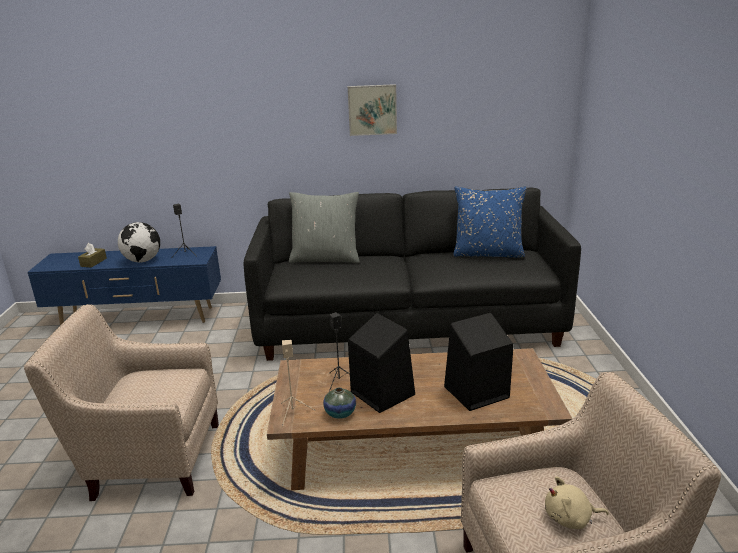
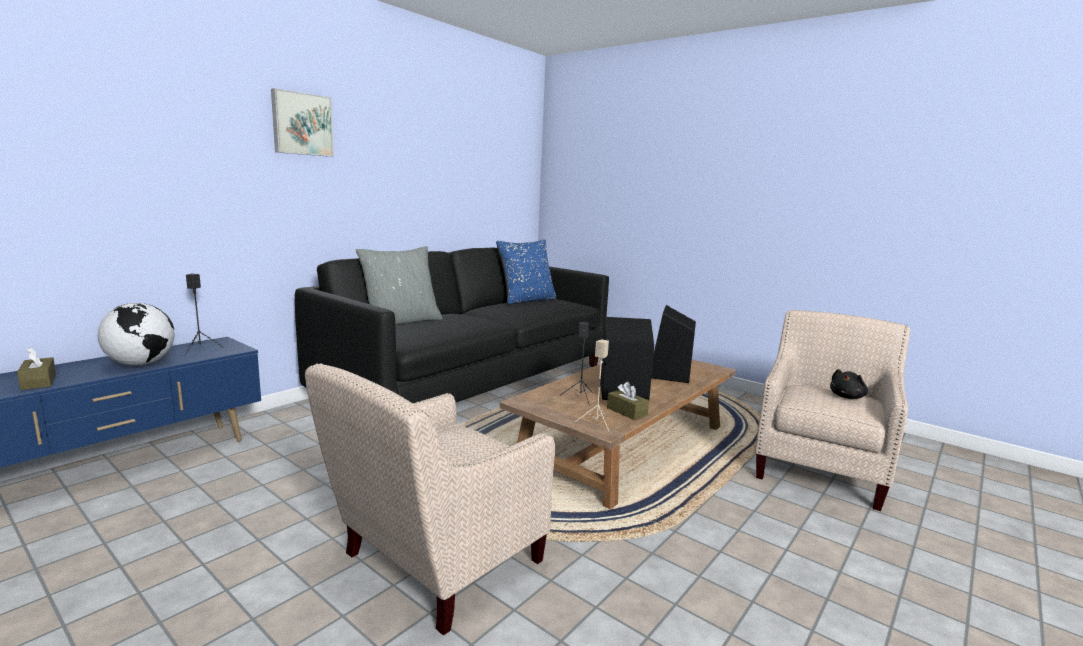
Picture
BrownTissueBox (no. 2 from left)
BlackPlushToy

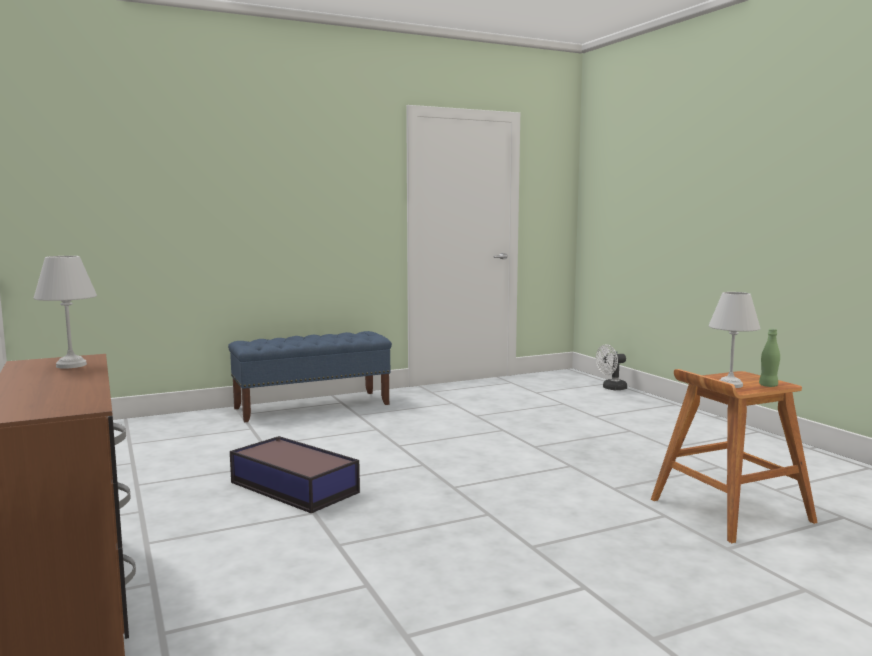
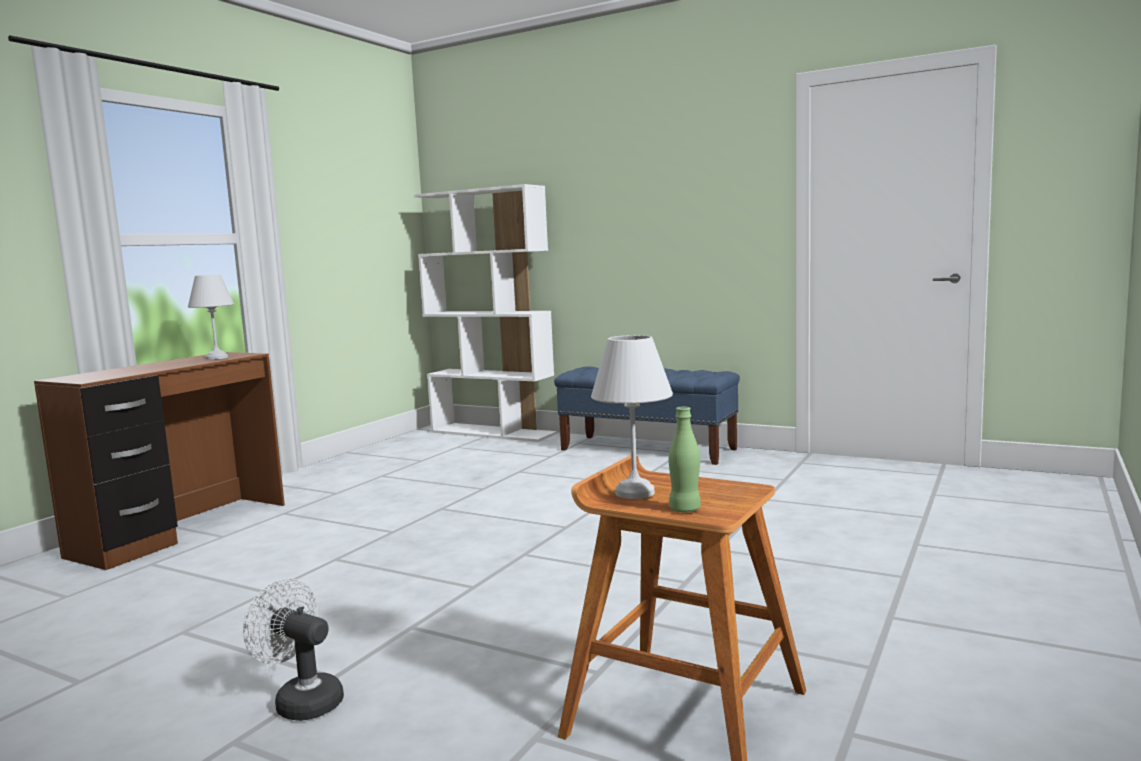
WhiteFan
WhiteBookcase
StorageBox

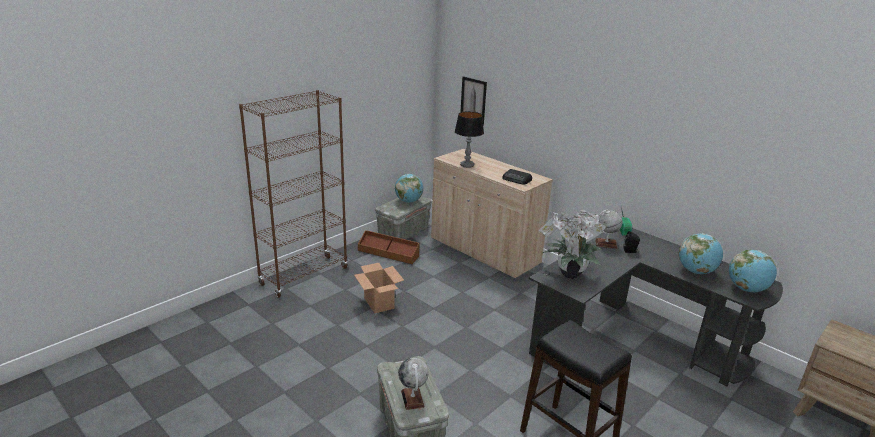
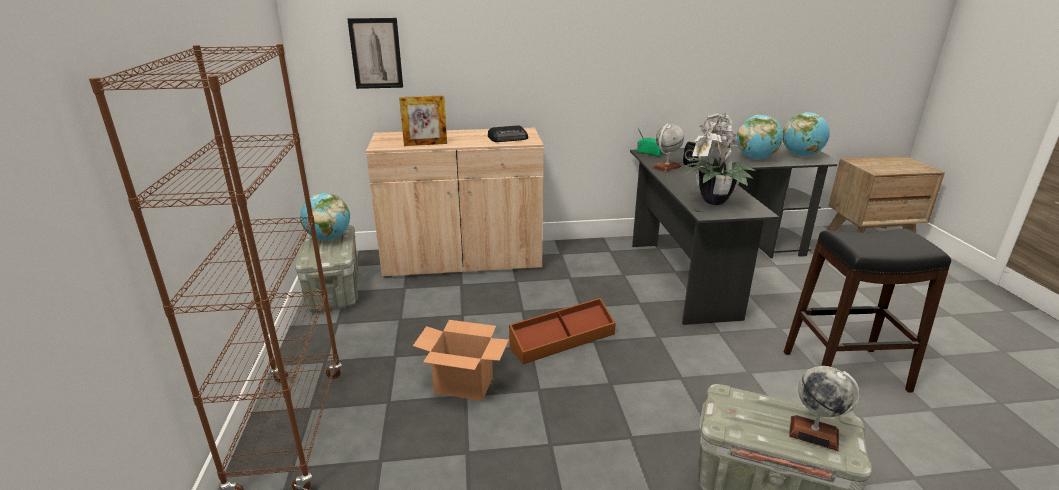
PictureFrame
BrownStorageBox

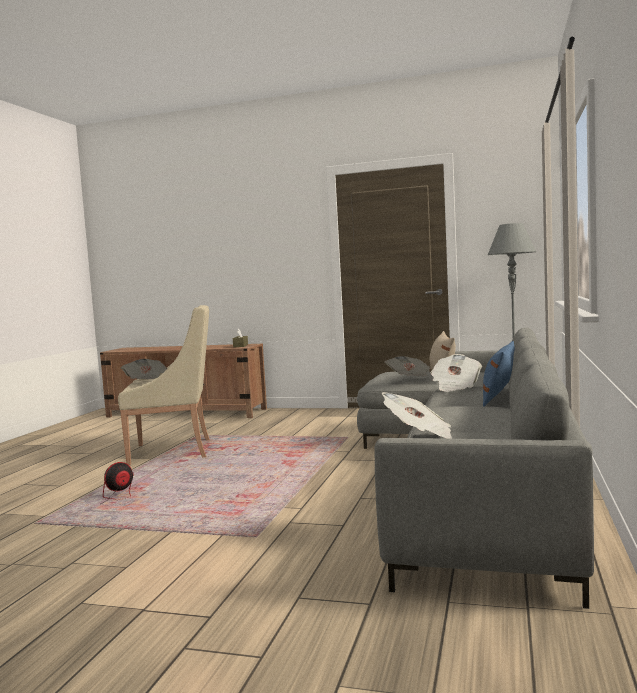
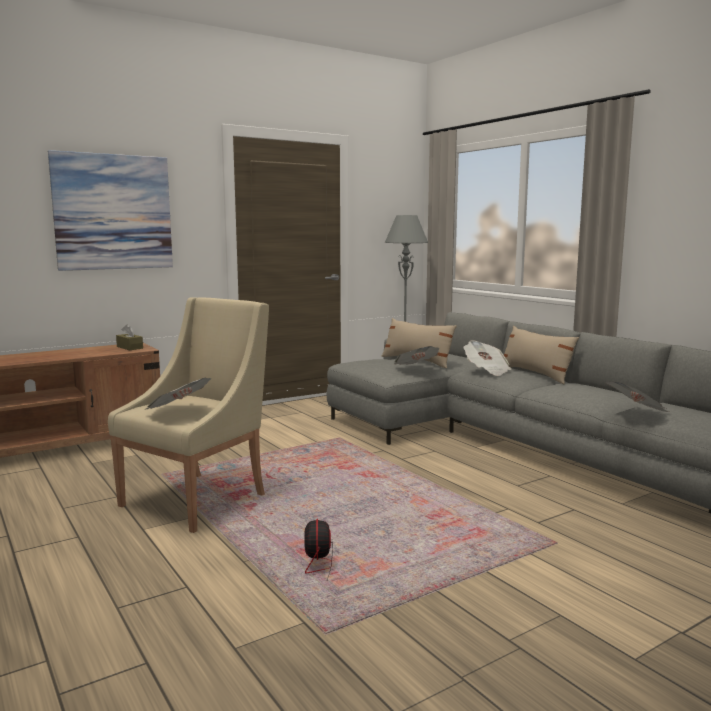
Picture
BeigePillow (no. 2 from left)

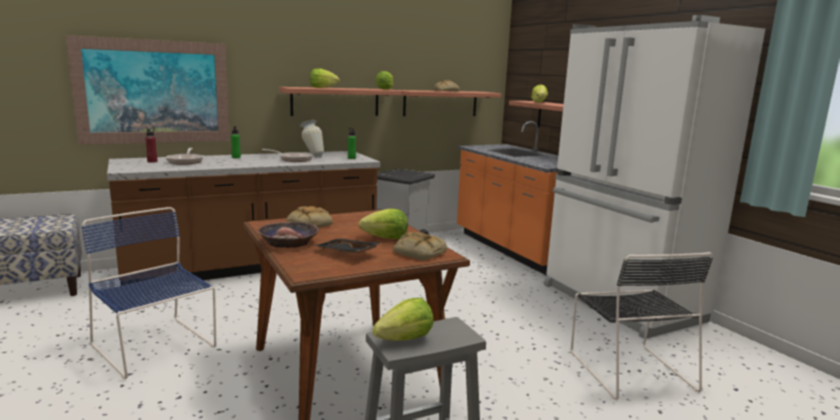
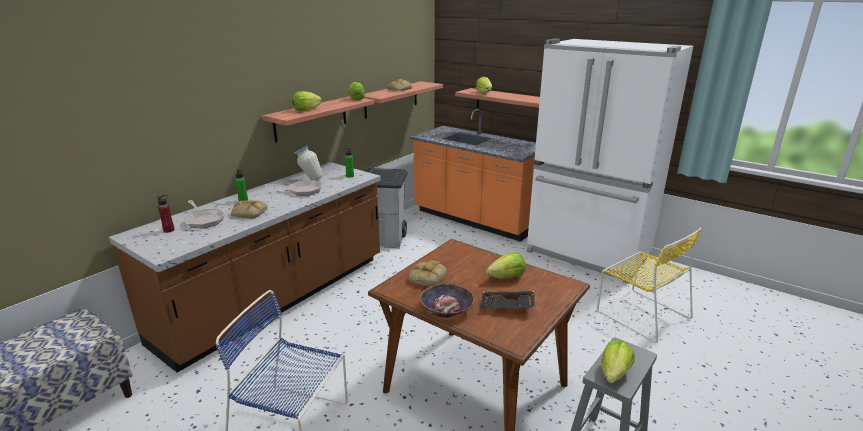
Bread (no. 1 from left)
YellowChair
Picture

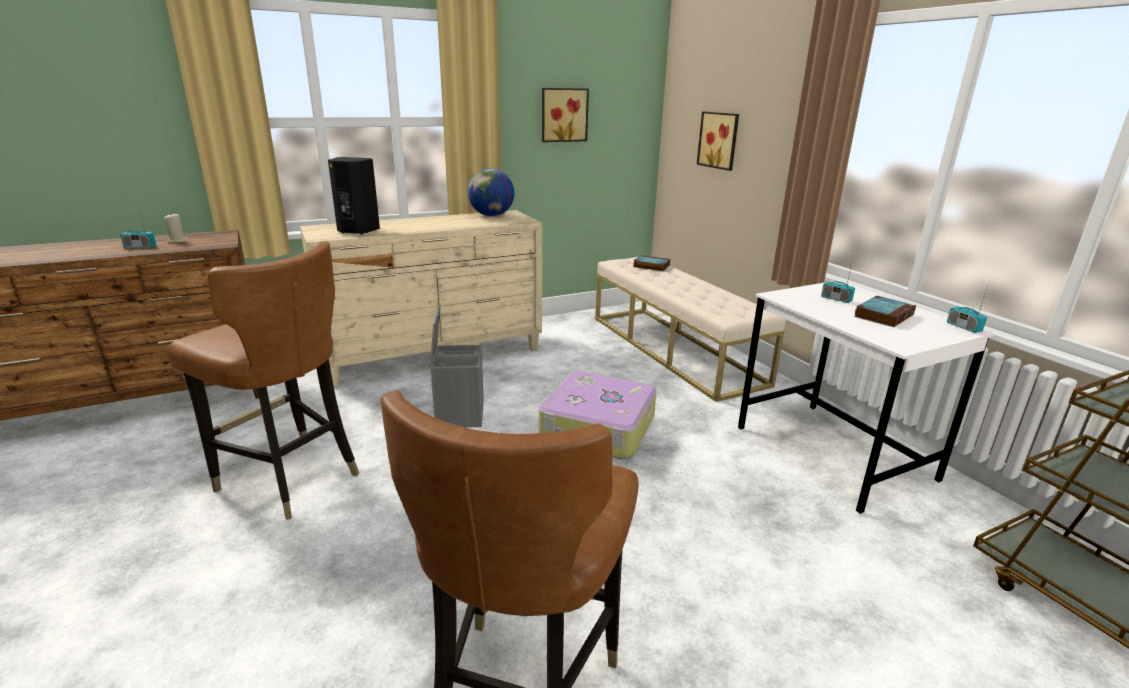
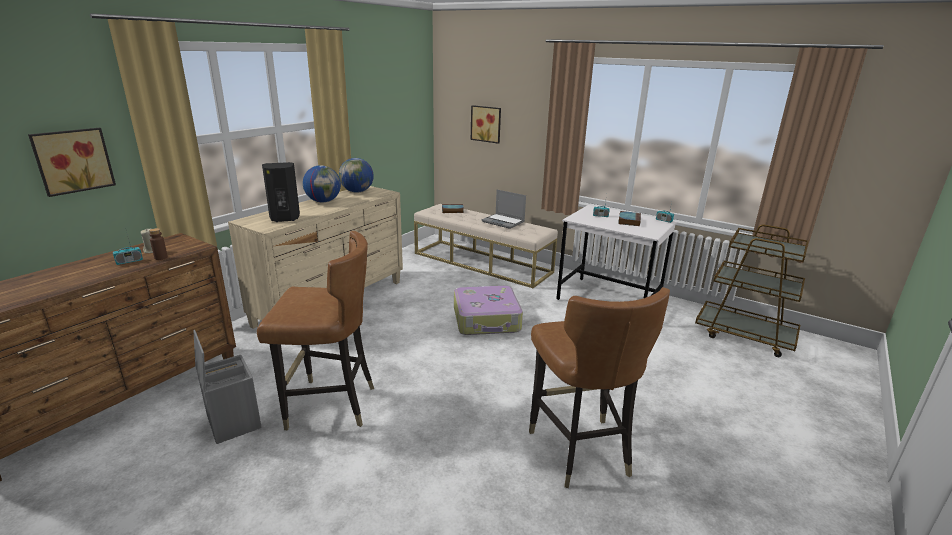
Picture (no. 1 from left)
BrownBottle
GreyStorageBox
Globe (no. 1 from left)
Laptop

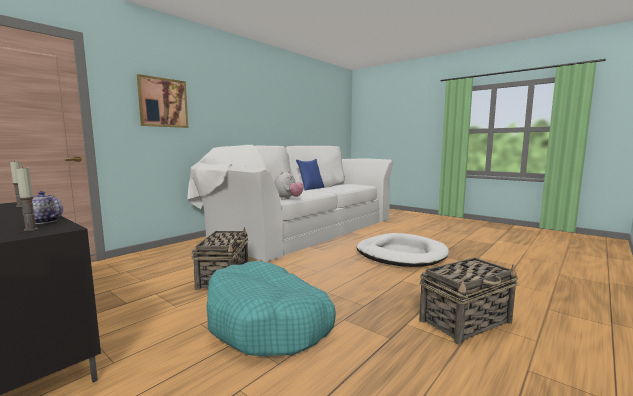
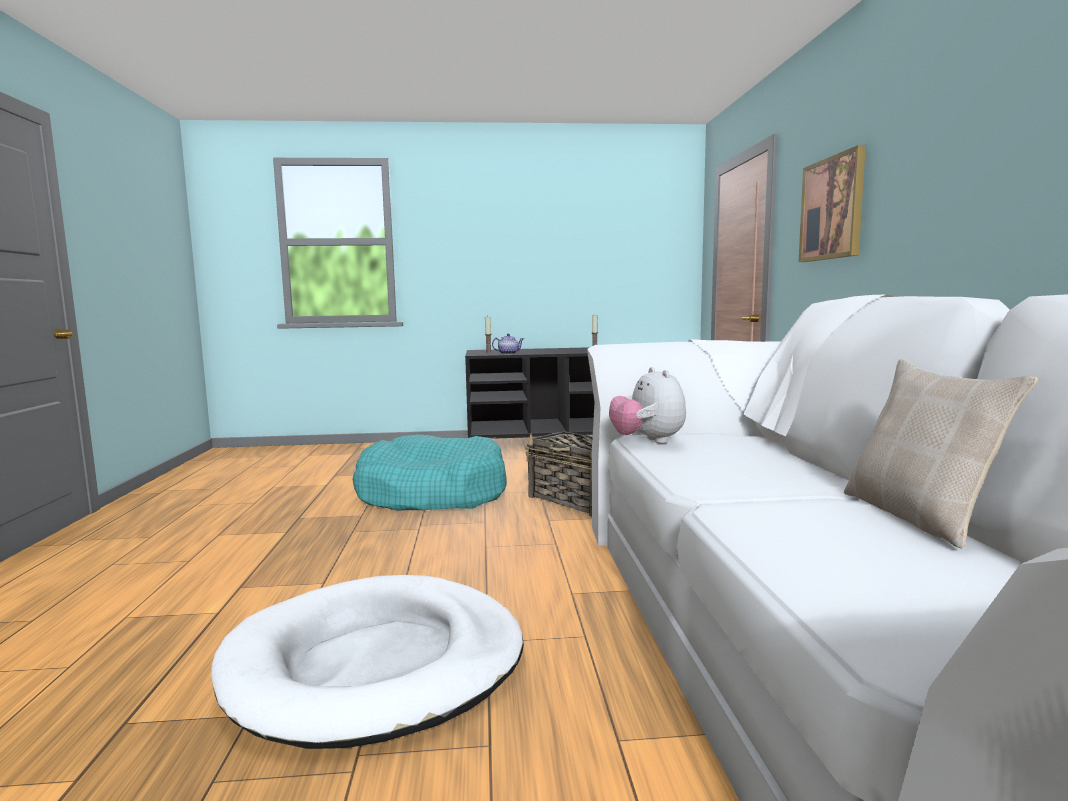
BeigePillow
Basket (no. 2 from left in the first image)

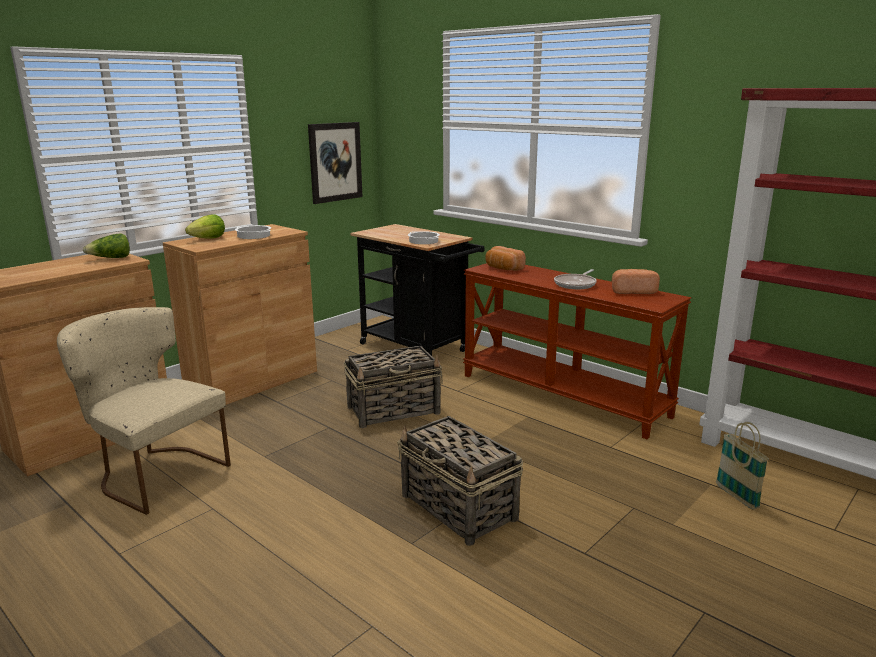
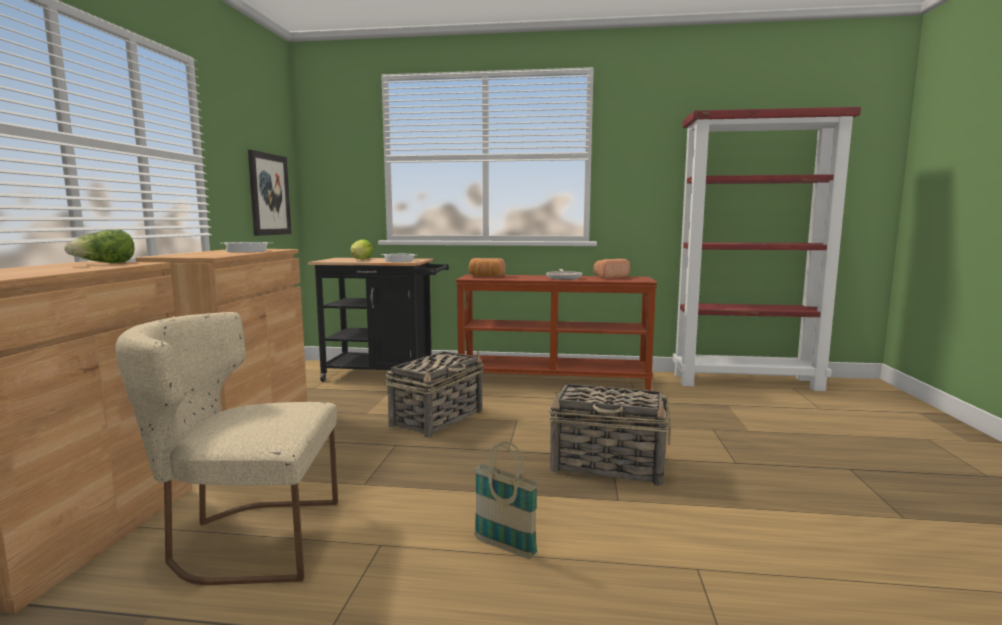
Lettuce (no. 2 from left)
Basket (no. 2 from left)

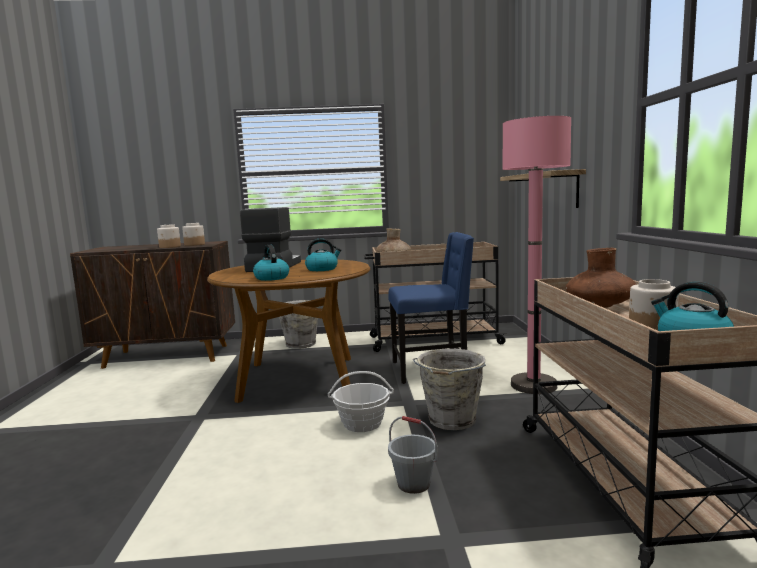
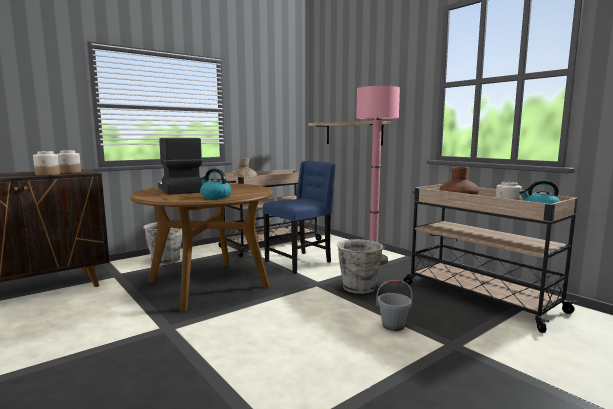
Kettle (no. 2 from left in the first image)
Basket

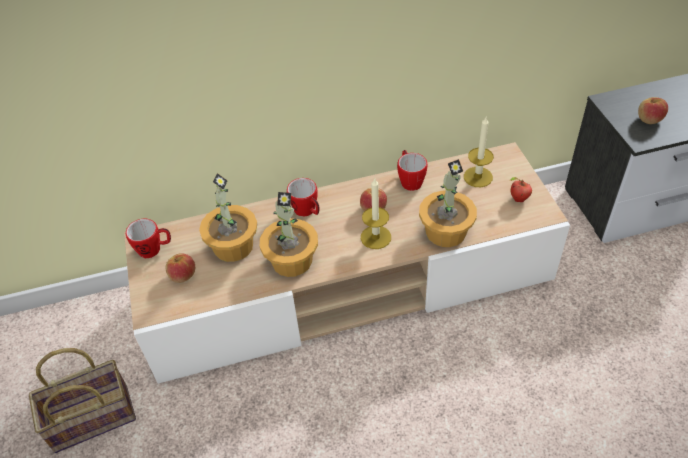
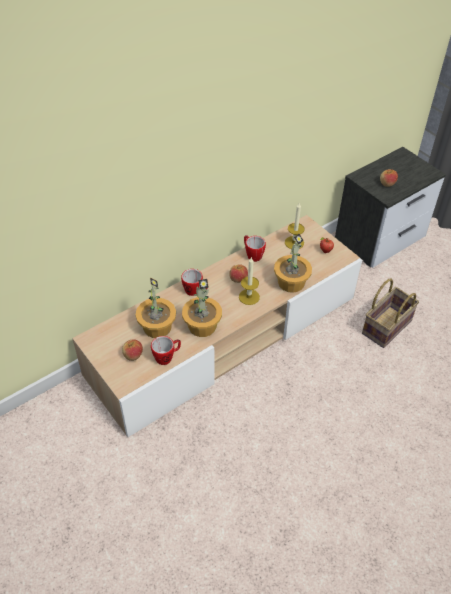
Mug (no. 1 from left)
Basket

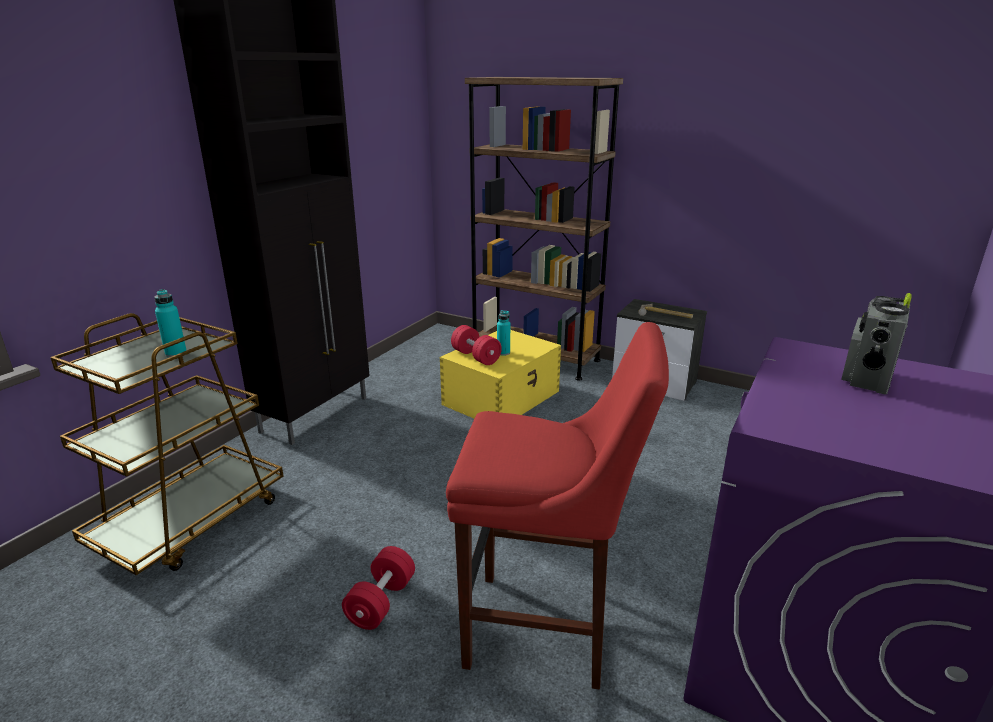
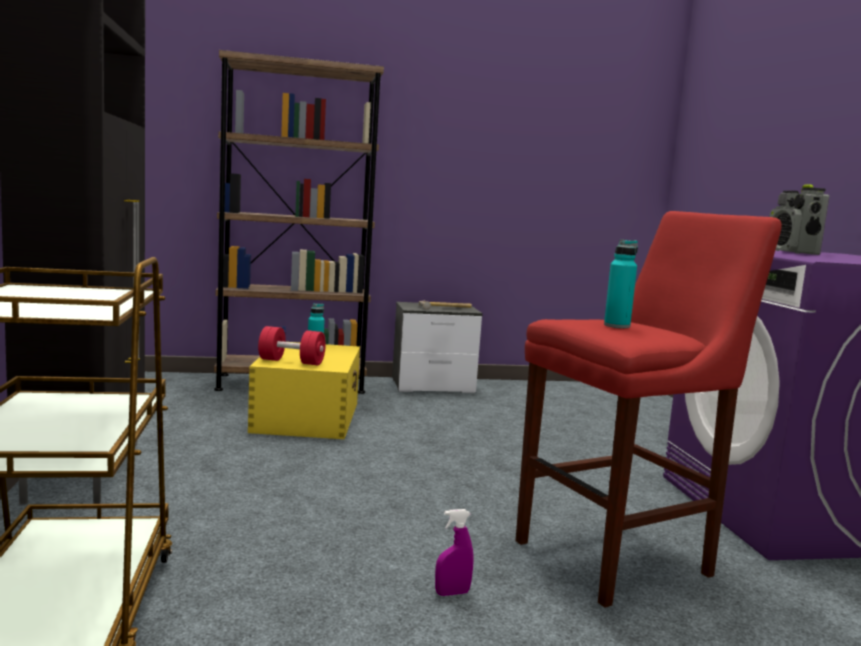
PurpleSprayBottle
TurquoiseBottle (no. 2 from left)

